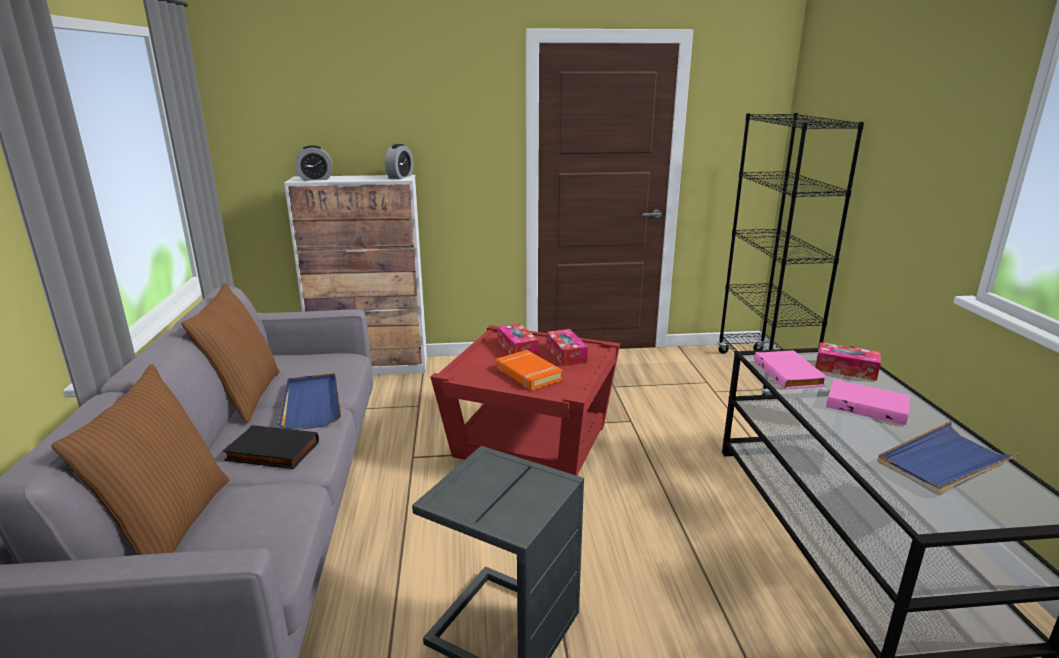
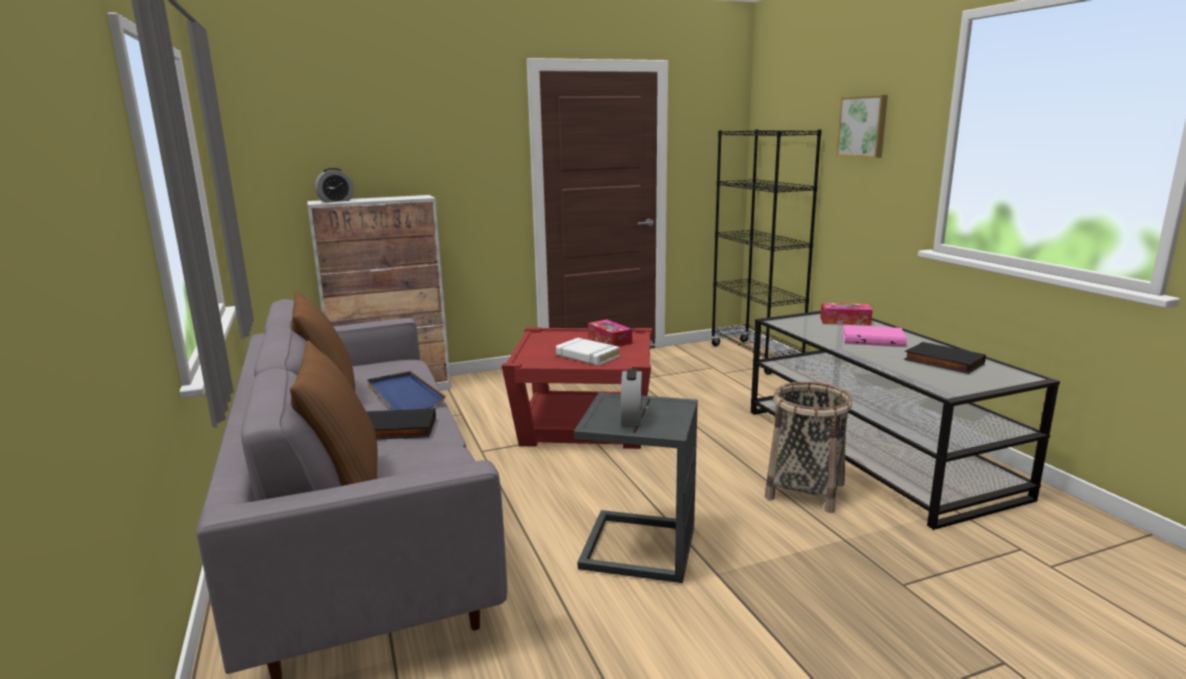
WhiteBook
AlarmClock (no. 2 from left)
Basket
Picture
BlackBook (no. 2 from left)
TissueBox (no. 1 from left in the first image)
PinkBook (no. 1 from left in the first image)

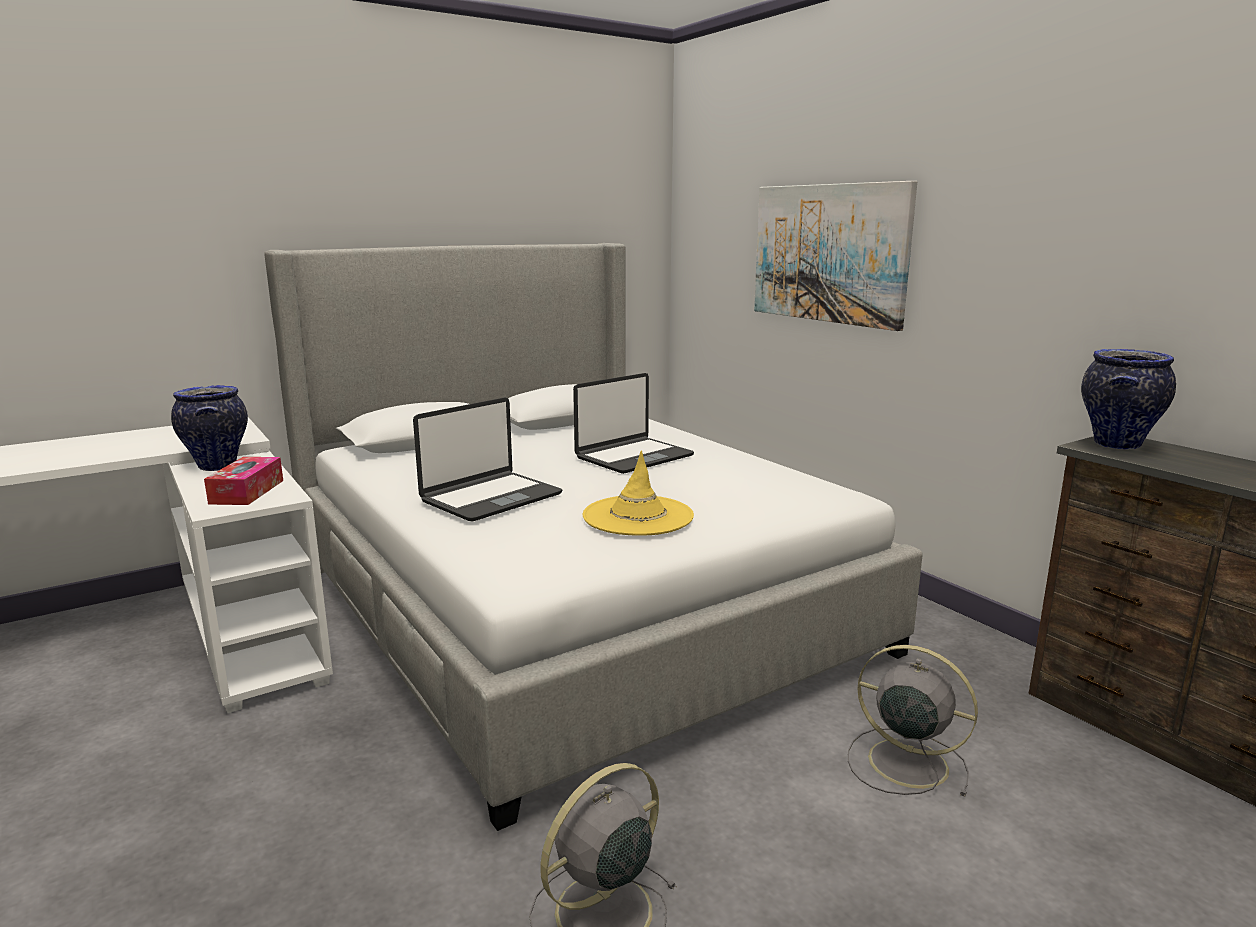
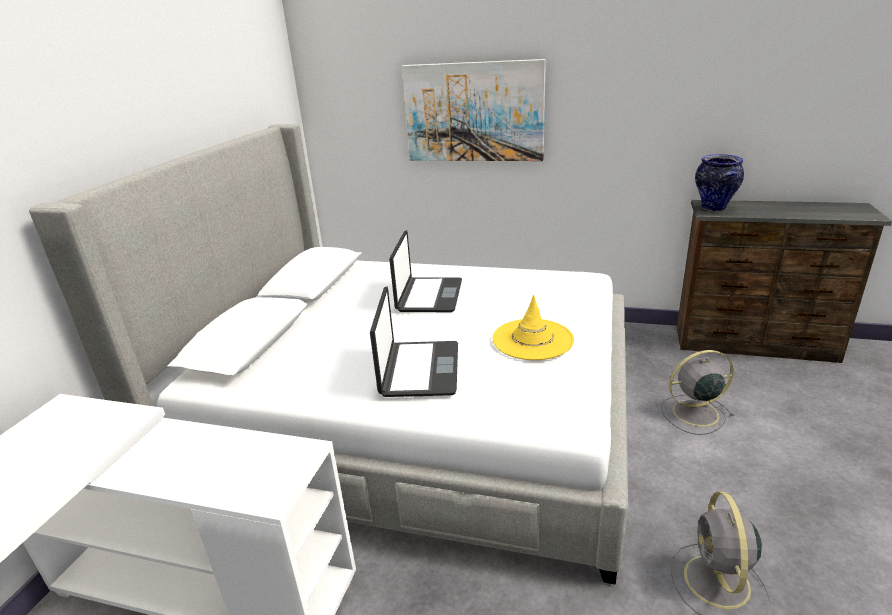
Vase (no. 1 from left in the first image)
TissueBox

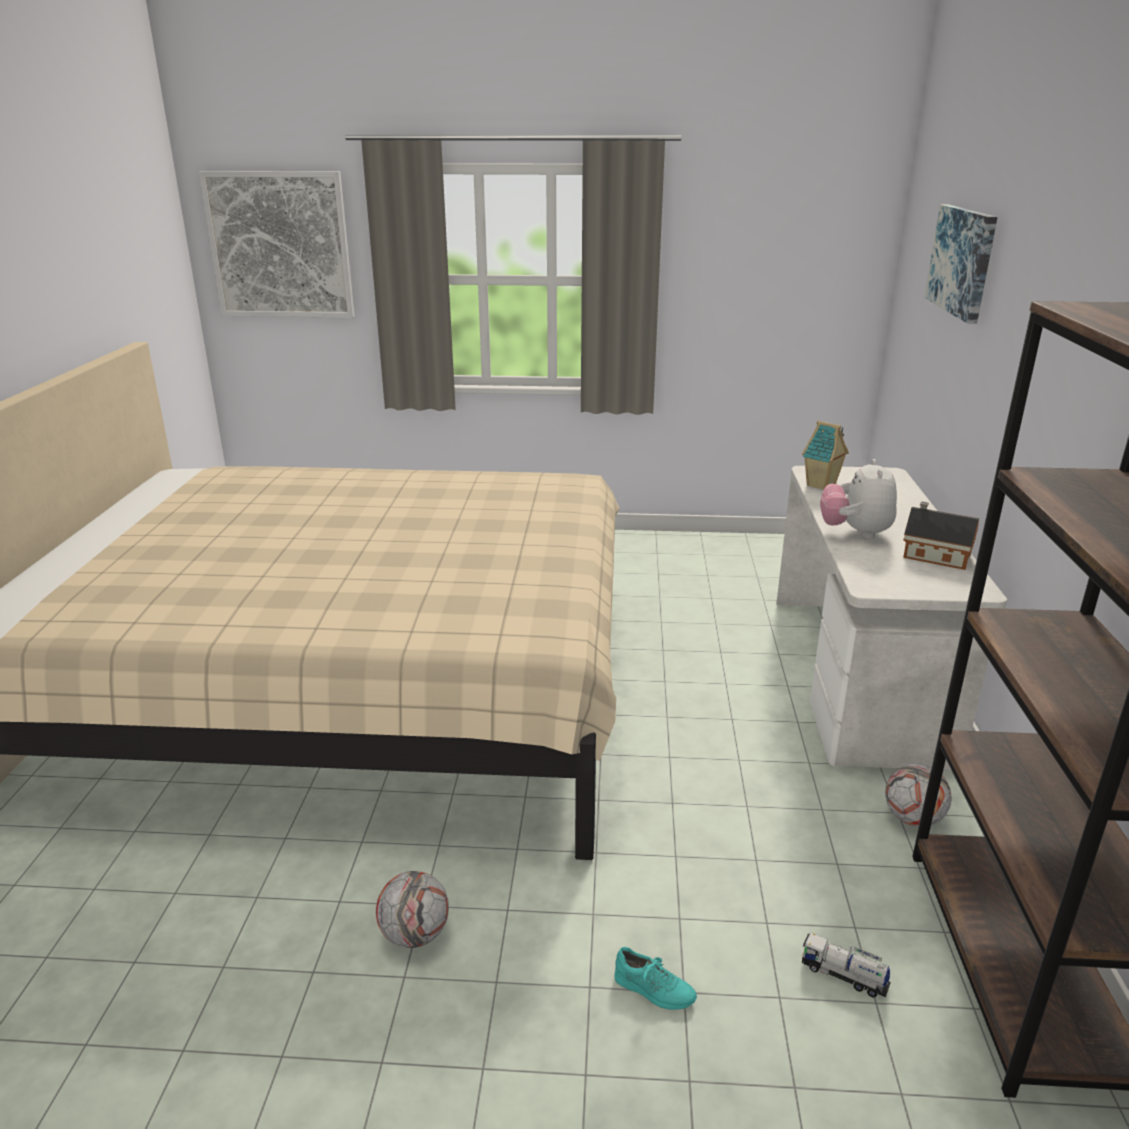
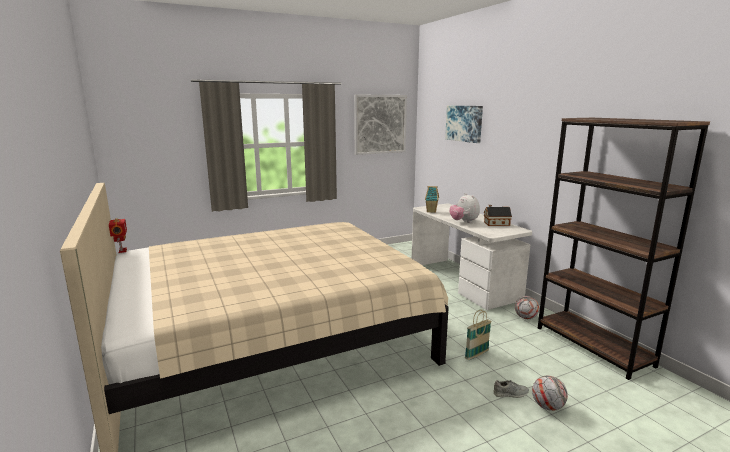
ToyRobot
Picture (no. 1 from left)
Basket
GreyShoe
Football (no. 2 from left)
ToyTruck

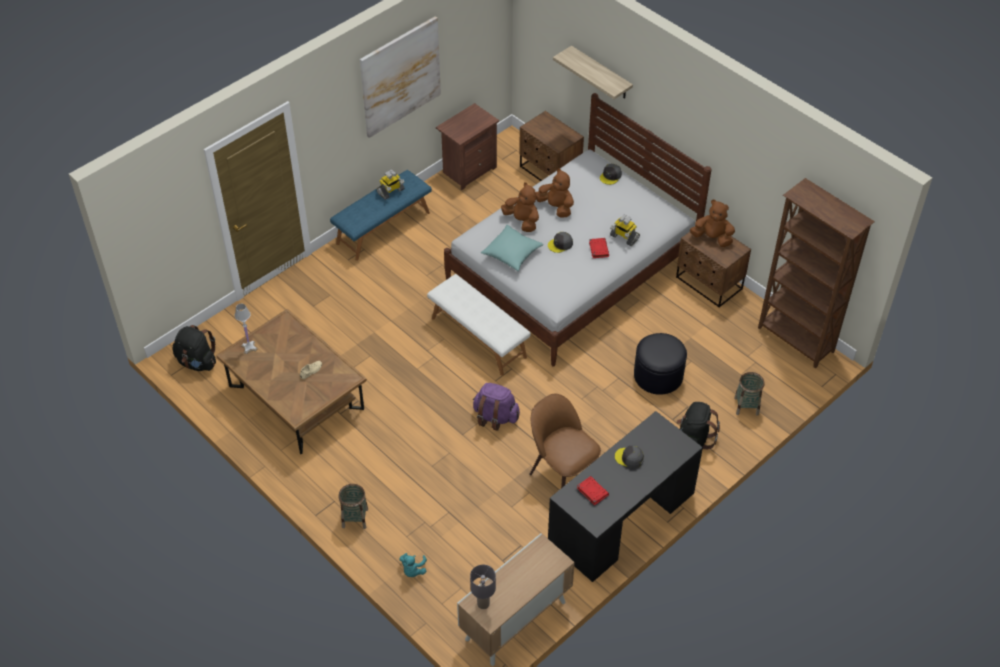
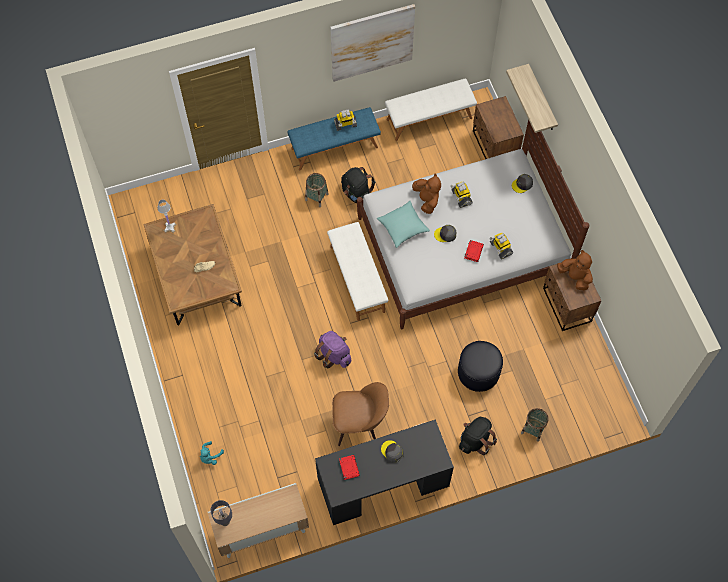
Basket (no. 1 from left)
BrownChair
BlackBackpack (no. 1 from left)
WhiteBench (no. 2 from left)
ToyRobot (no. 2 from left)
BrownBookcase

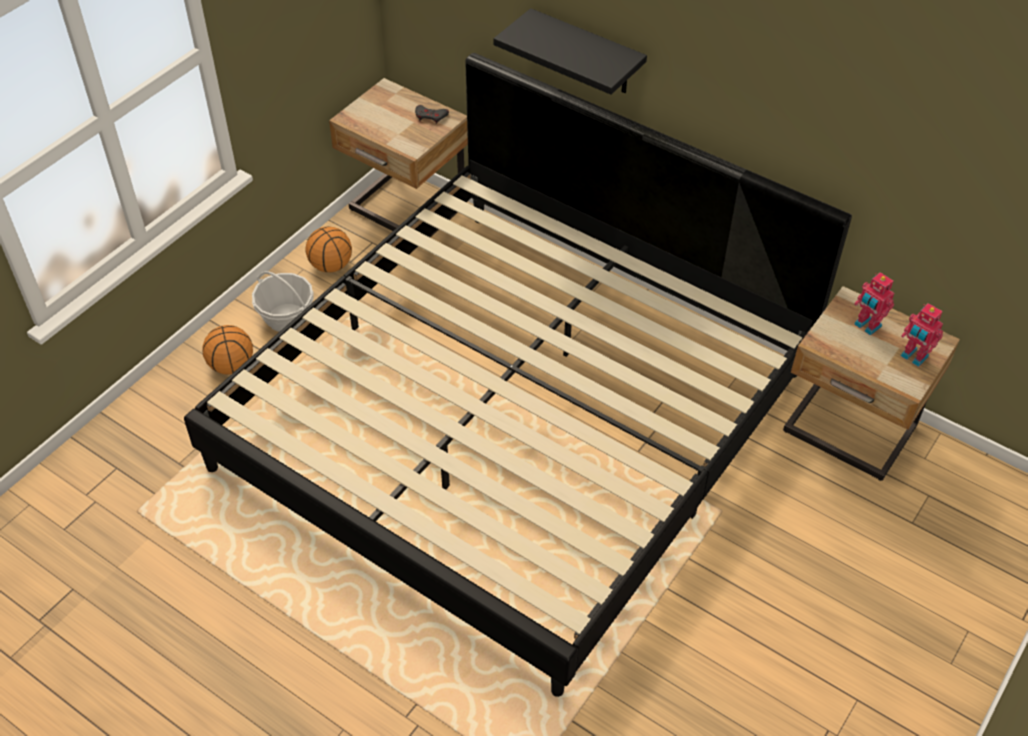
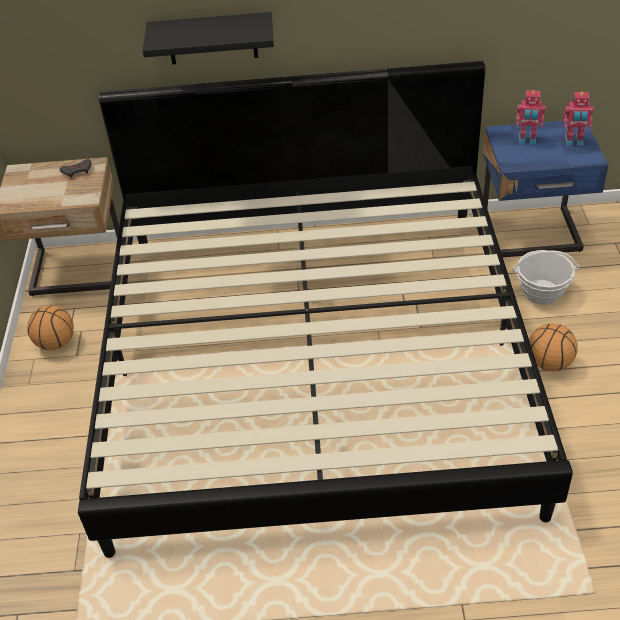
BlueNightstand
Basket
Basketball (no. 2 from left)

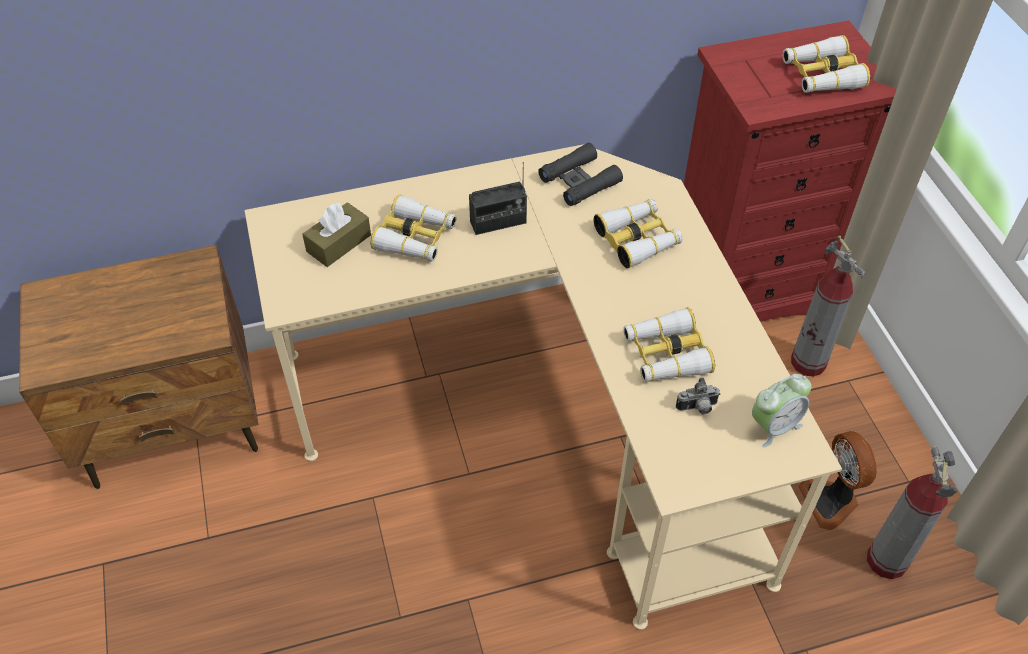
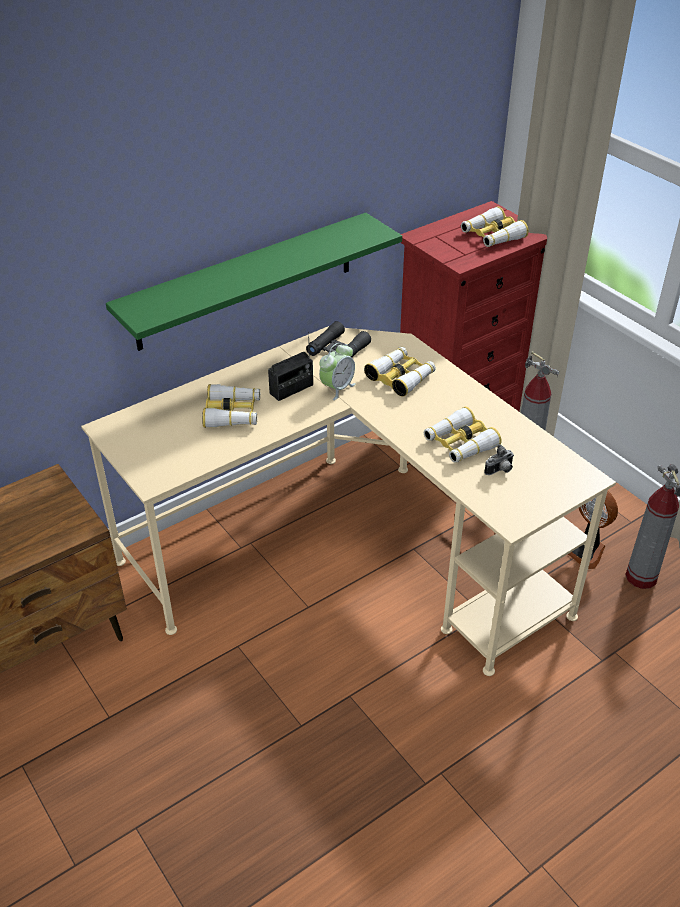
GreenShelf
AlarmClock
BrownTissueBox

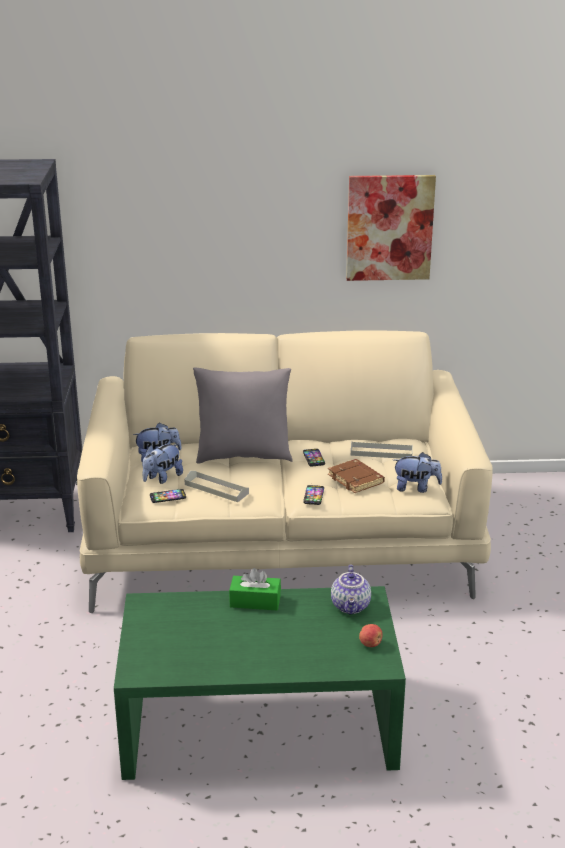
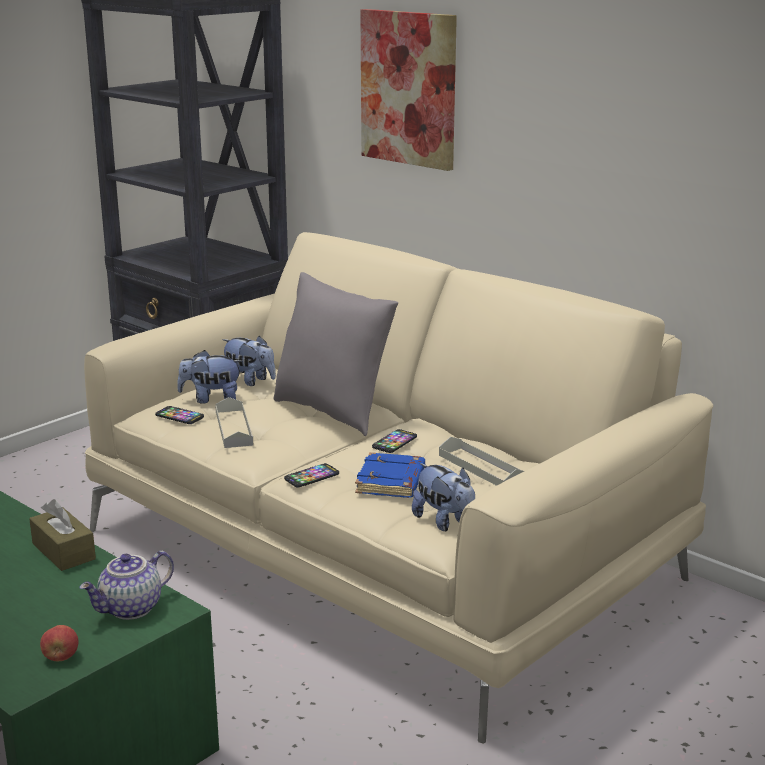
BrownTissueBox
BlueBook
Picture

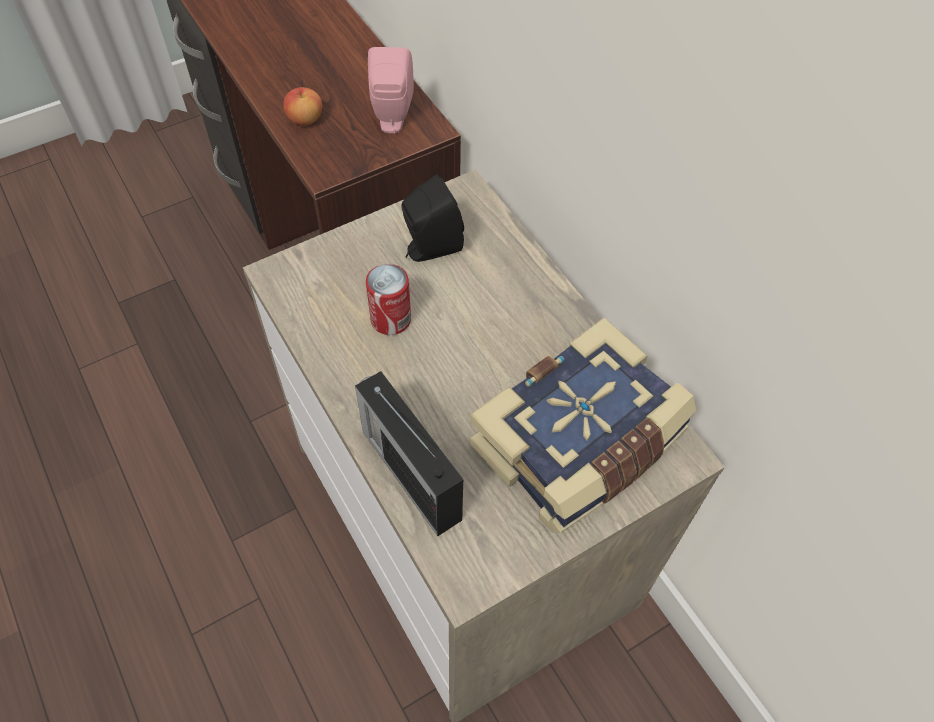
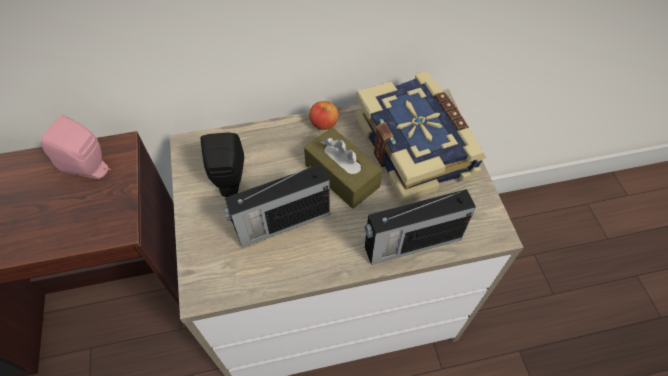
Radio (no. 1 from left)
BrownTissueBox
Apple

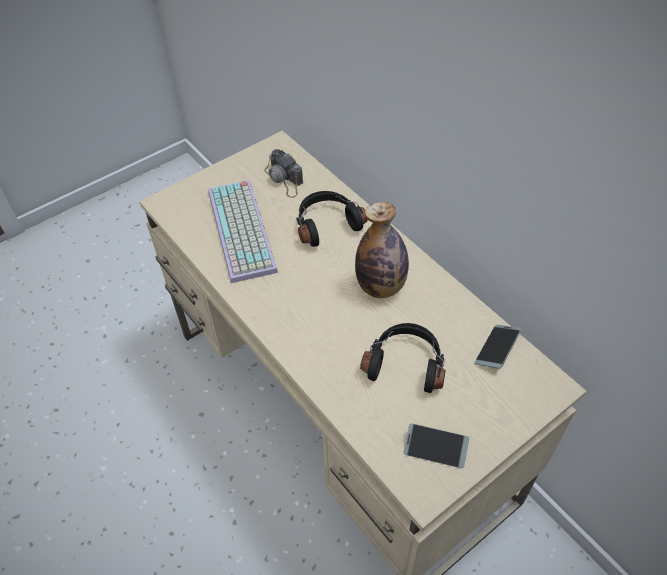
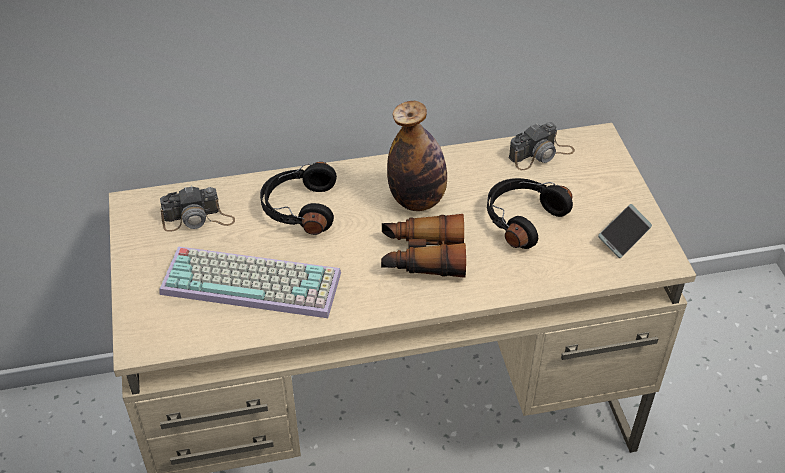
Binoculars
PhotoCamera (no. 2 from left)

